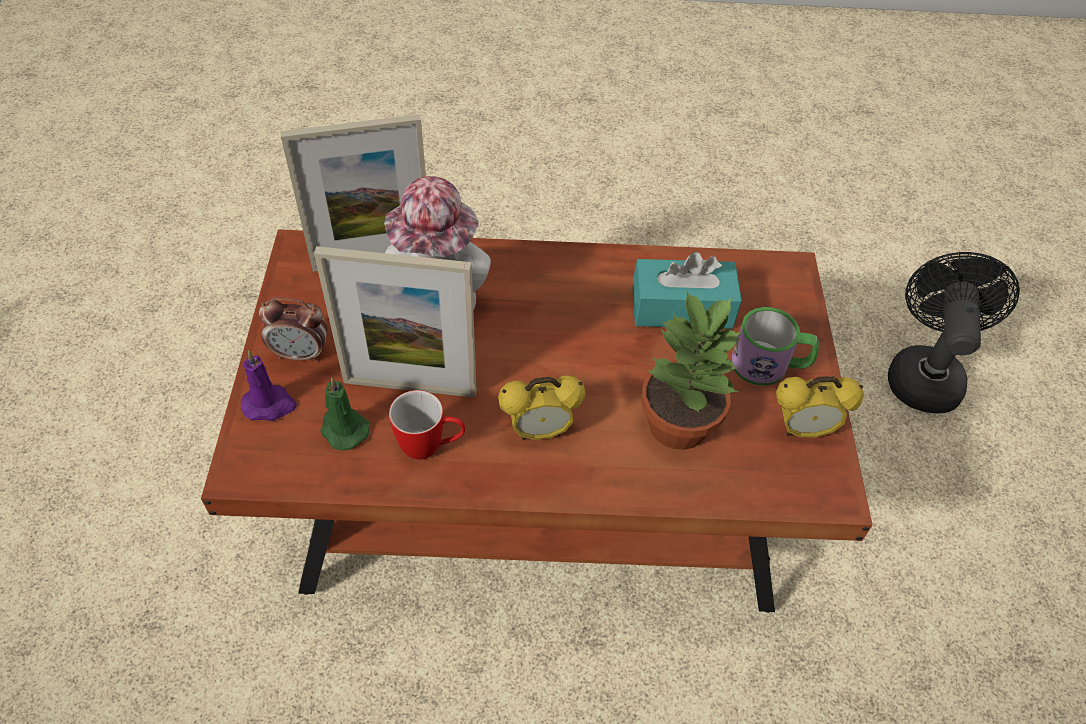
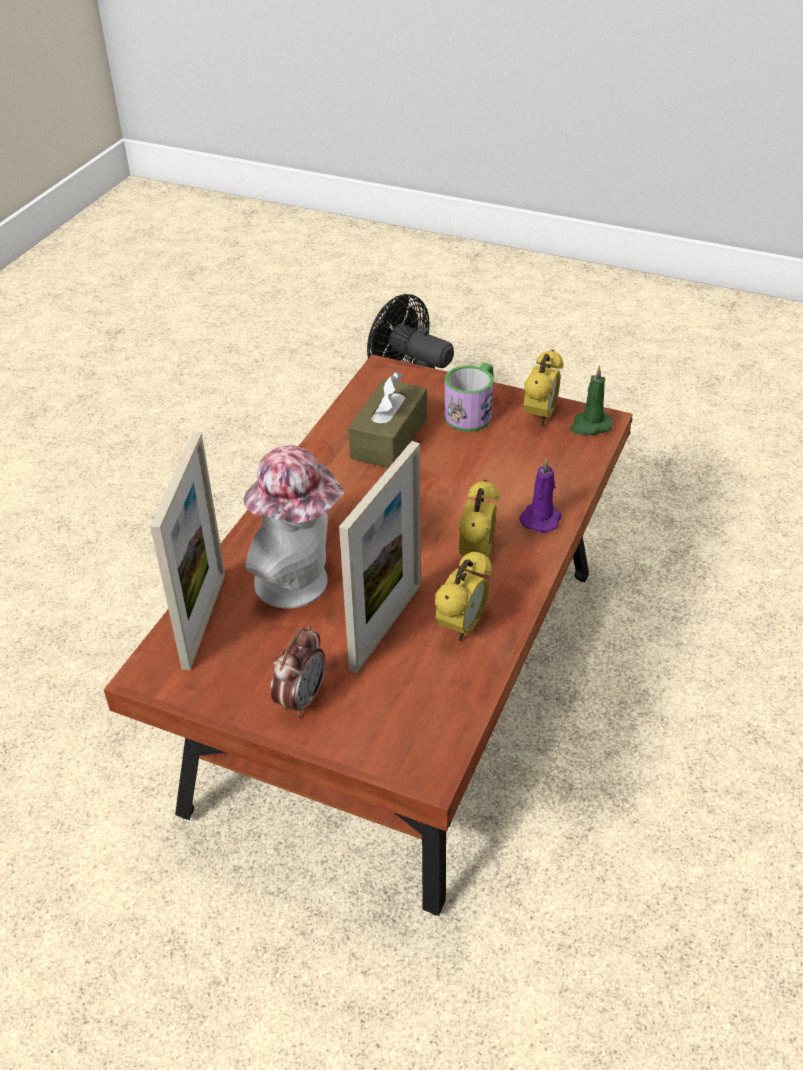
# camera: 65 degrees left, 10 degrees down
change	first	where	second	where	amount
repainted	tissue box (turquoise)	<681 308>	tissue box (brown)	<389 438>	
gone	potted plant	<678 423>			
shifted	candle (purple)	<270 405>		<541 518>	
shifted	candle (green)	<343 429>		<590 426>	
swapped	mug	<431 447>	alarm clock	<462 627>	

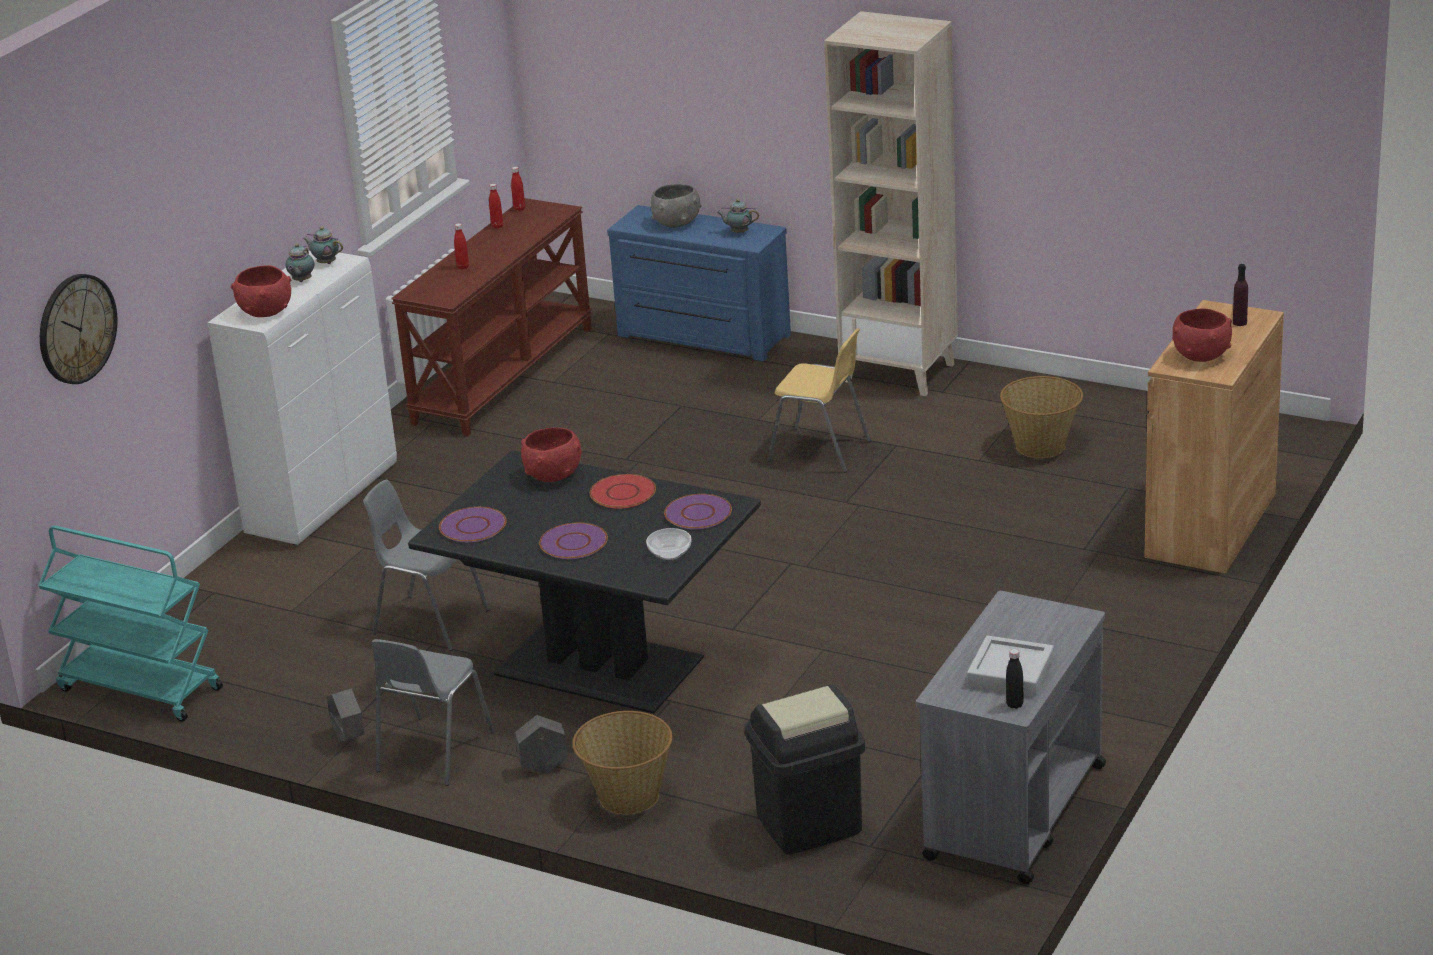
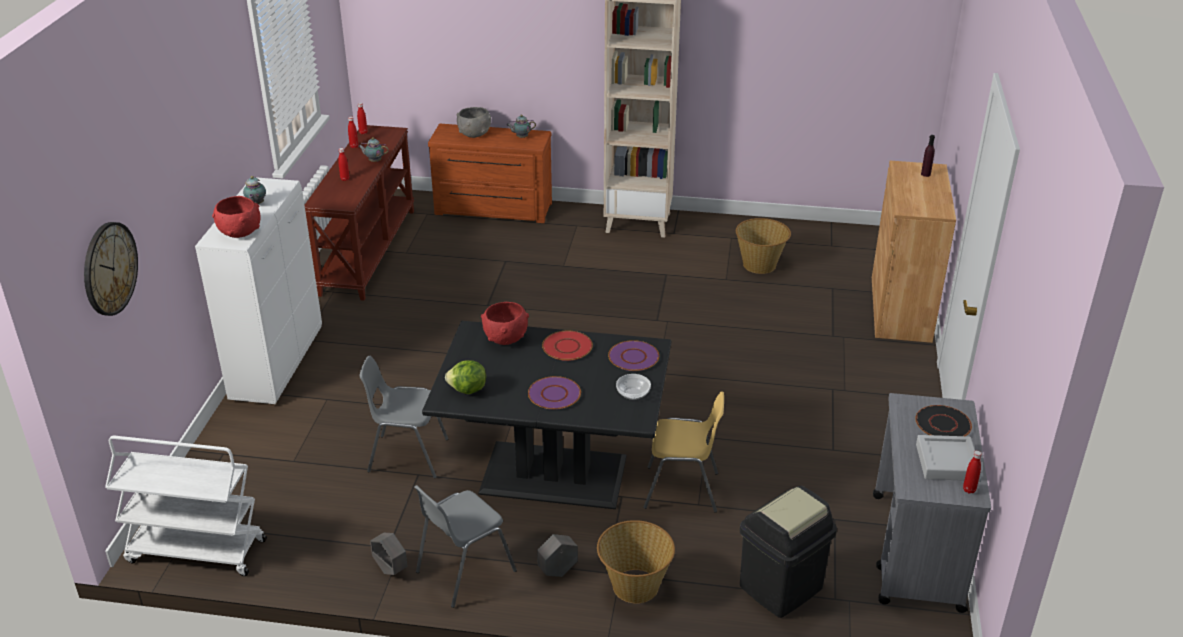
# camera: 20 degrees left, 5 degrees up
change	first	where	second	where	amount
repainted	dresser (blue)	<702 337>	dresser (brown)	<493 210>	
shifted	teapot	<325 263>		<374 161>	
gone	bowl (red)	<1201 356>			
shifted	chair (yellow)	<820 451>		<682 490>	
swapped	plate (purple)	<473 526>	lettuce	<467 390>	
repainted	cart (turquoise)	<139 689>	cart (white)	<195 551>	
rotated	chair (grey)	<433 752>		<464 571>	45 degrees clockwise
repainted	bottle (black)	<1014 704>	bottle (red)	<969 490>	
new			plate (black)	<942 424>	

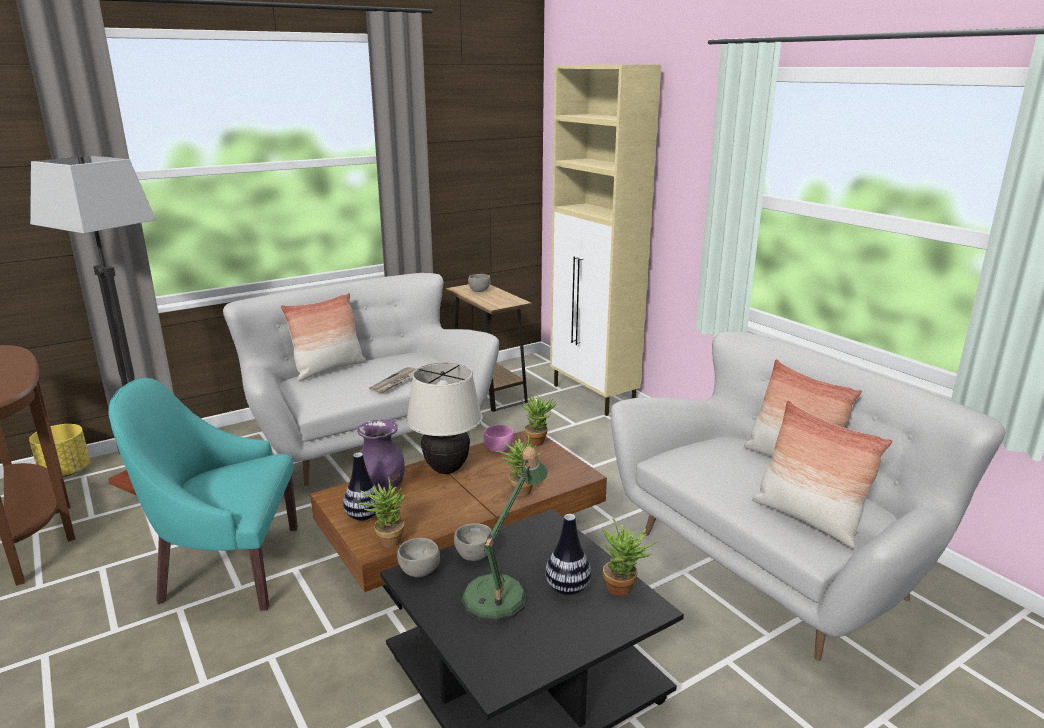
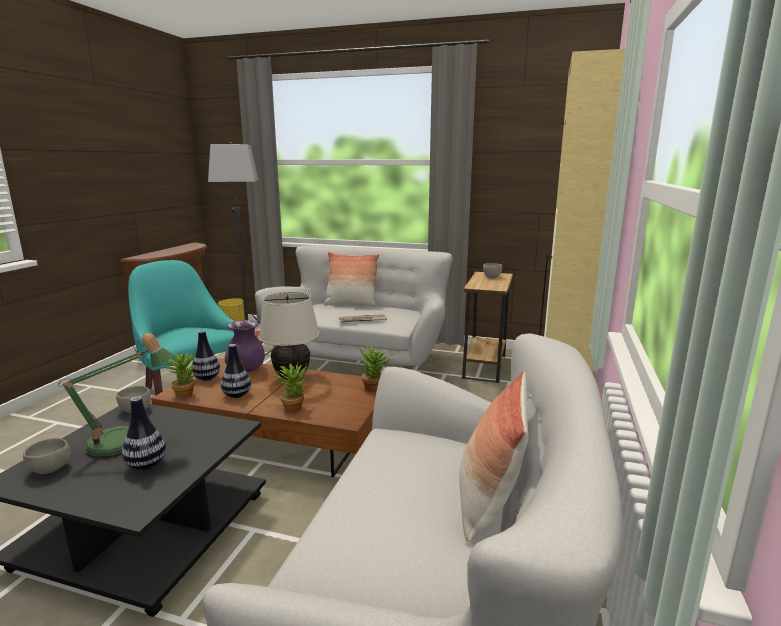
# camera: 50 degrees right, 5 degrees down
change	first	where	second	where	amount
gone	pillow	<807 519>			
gone	bowl (pink)	<498 448>			
gone	potted plant	<624 589>			
shifted	bowl (grey)	<475 555>		<51 469>	
new			vase	<237 395>	

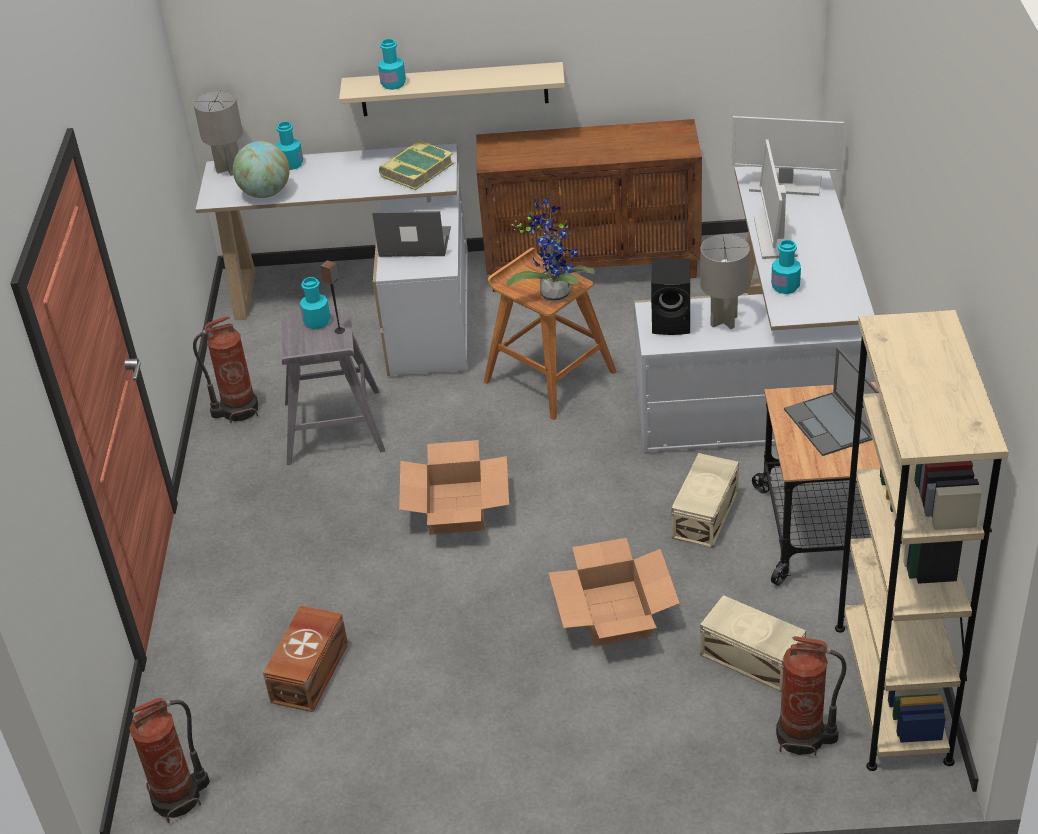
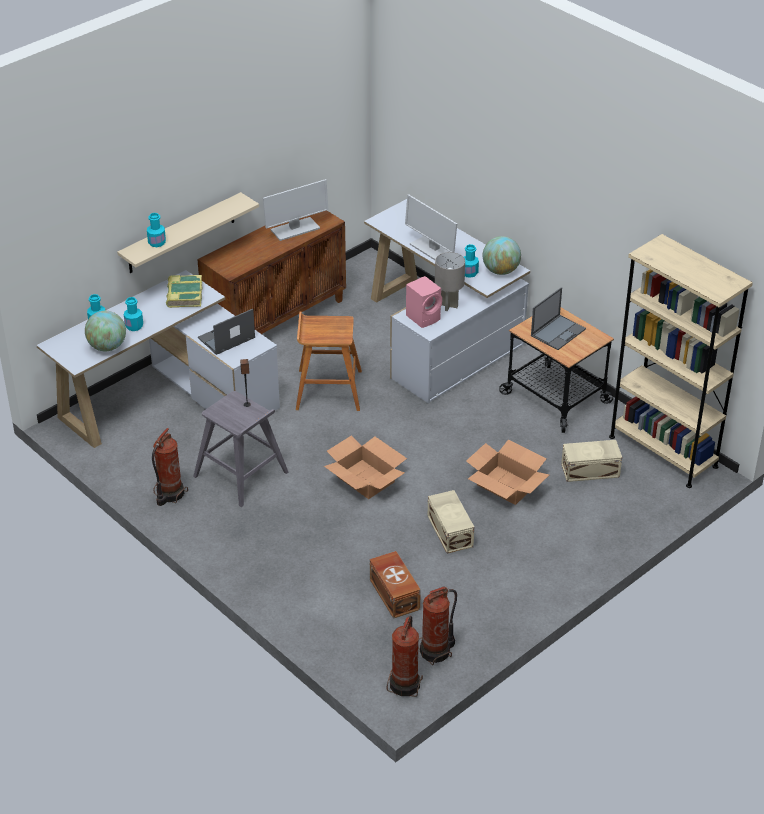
# camera: 45 degrees left, 0 degrees up
change	first	where	second	where	amount
gone	table lamp (grey)	<229 169>			
shifted	monitor	<784 184>		<295 229>	
gone	potted plant	<553 292>			
repainted	speaker (black)	<673 321>	speaker (pink)	<424 317>	
shifted	bottle (turquoise)	<317 322>		<134 326>	
rotated	laptop	<830 424>		<558 332>	75 degrees counterclockwise
shifted	storage box (beige)	<707 514>		<450 530>	
shifted	fire extinguisher	<803 737>		<436 651>	
new			globe	<500 271>	

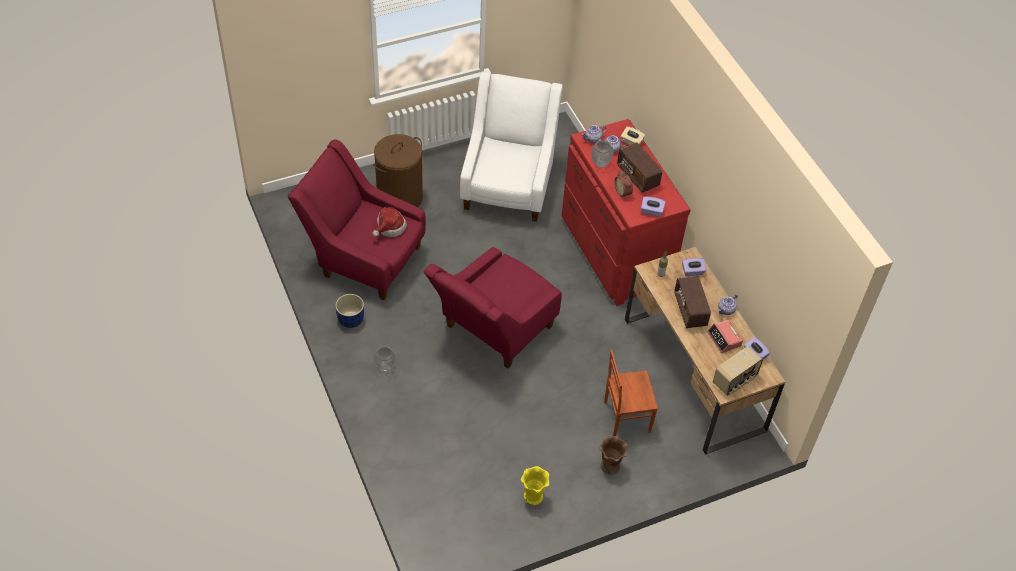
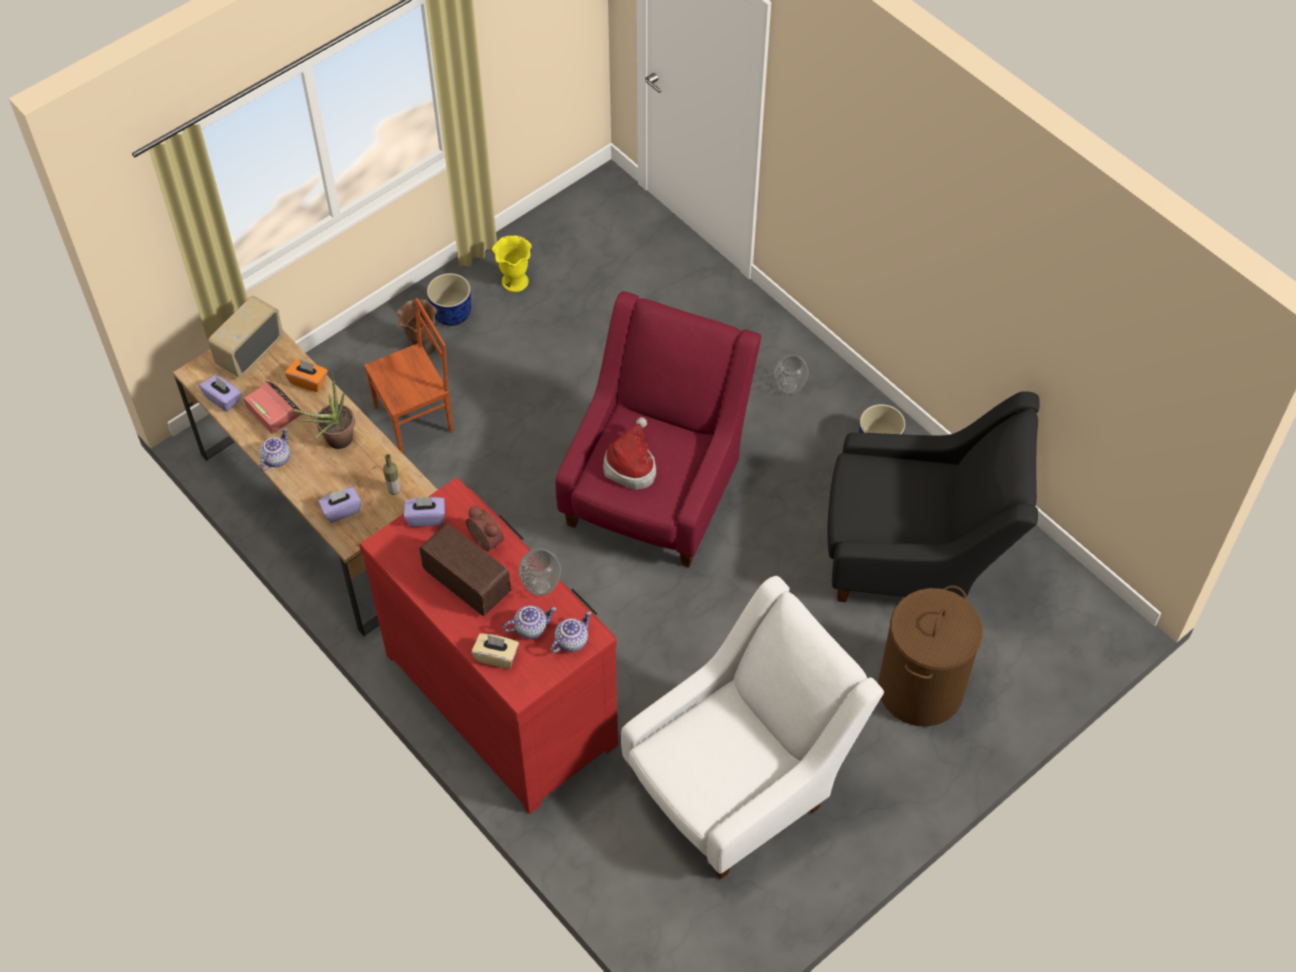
# camera: 165 degrees right, 5 degrees up
change	first	where	second	where	amount
rotated	armchair (white)	<508 186>		<740 780>	120 degrees counterclockwise
repainted	armchair (red)	<364 258>	armchair (black)	<916 553>	
shifted	hat	<389 228>		<631 465>	
swapped	radio	<690 310>	potted plant	<335 442>	
new			planter (blue)	<452 313>	
new			tissue box (orange)	<309 381>	

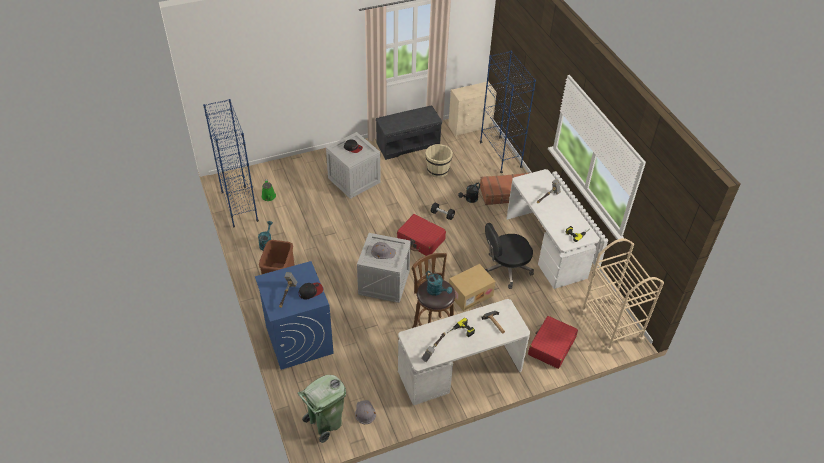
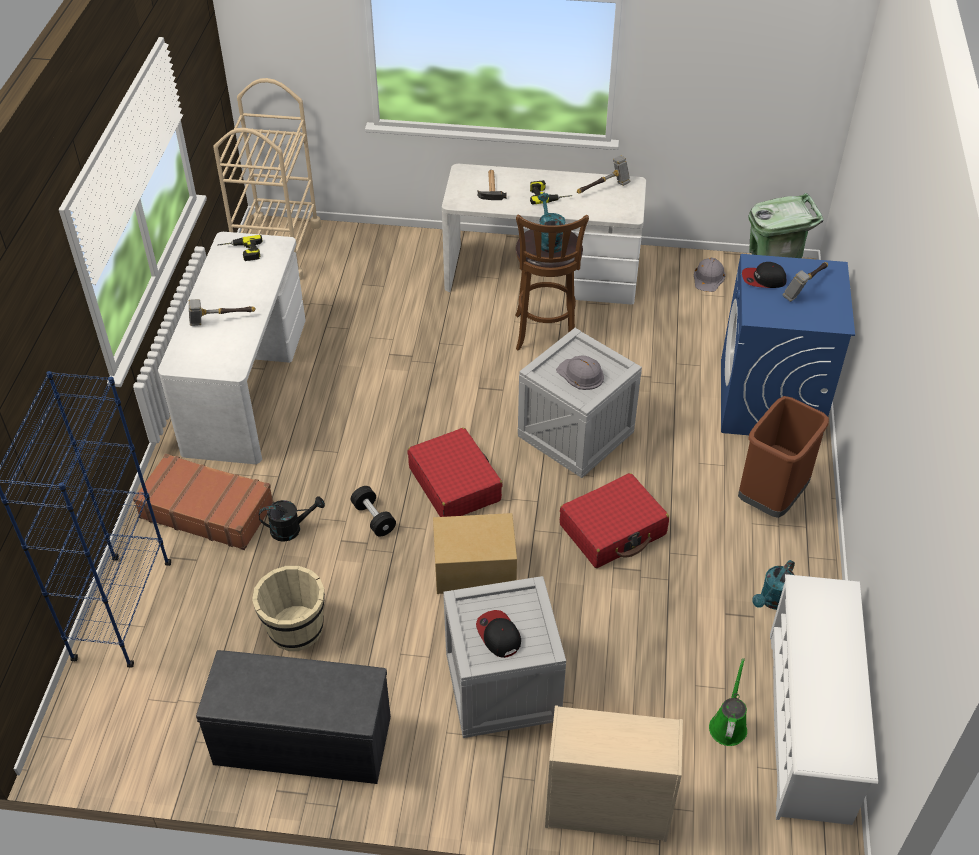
# camera: 150 degrees left, 0 degrees up
change	first	where	second	where	amount
shifted	dresser (beige)	<470 126>		<605 807>	
swapped	bookcase (blue)	<239 207>	shoe rack (white)	<809 725>	
gone	office chair (black)	<505 269>			
shifted	cardboard box	<470 294>		<474 569>	
shifted	suitcase (red)	<551 346>		<613 530>	

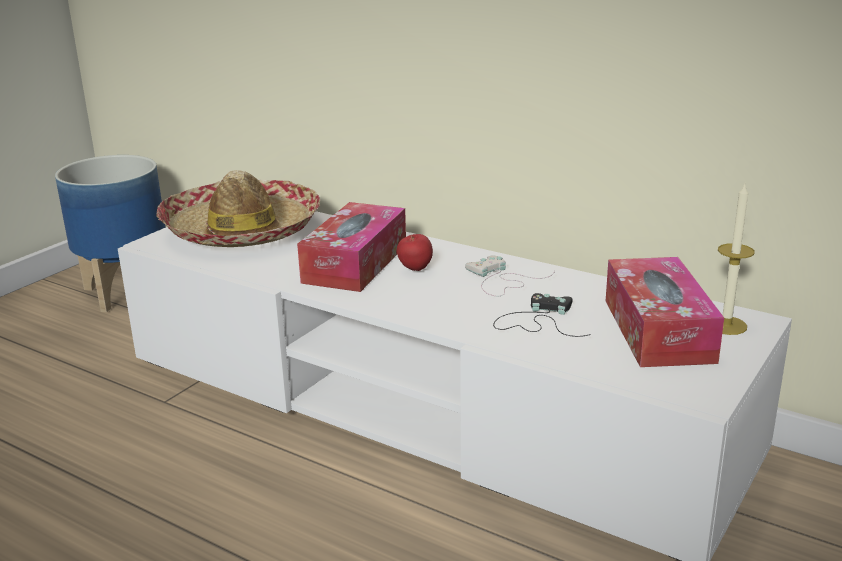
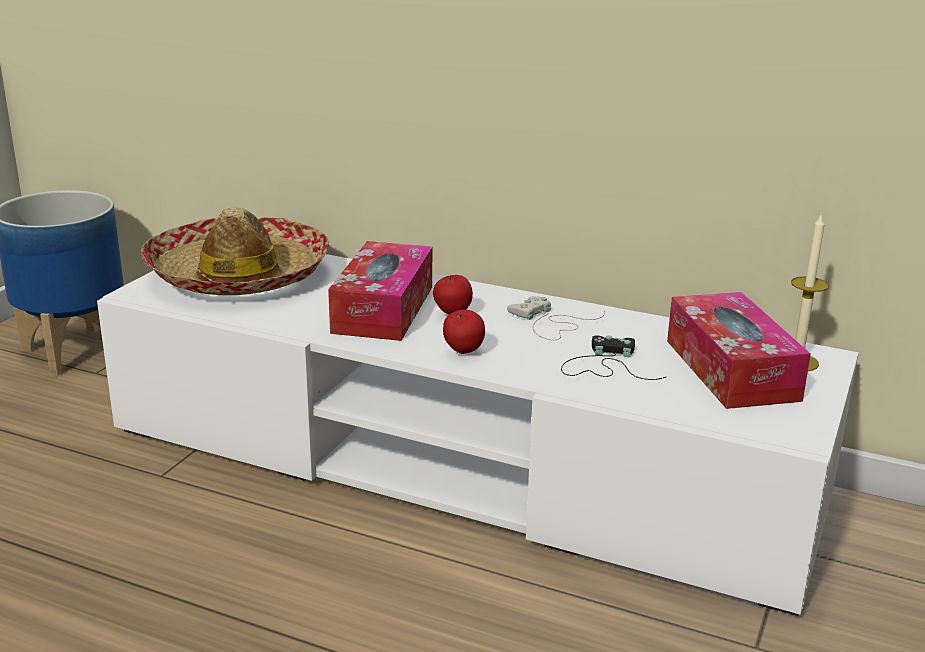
# camera: 10 degrees left, 0 degrees up
change	first	where	second	where	amount
new			apple	<463 352>	

